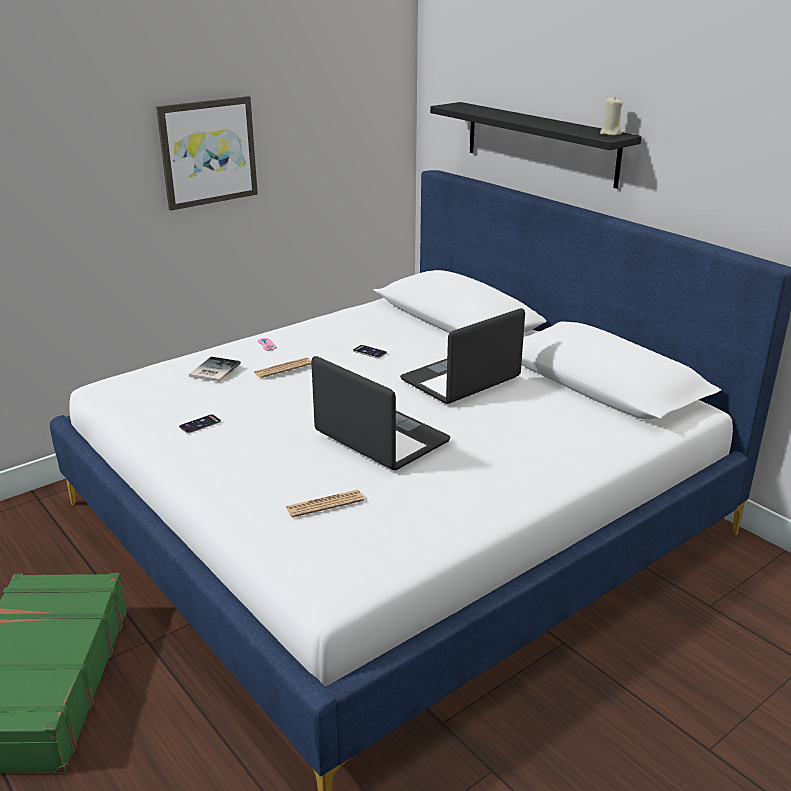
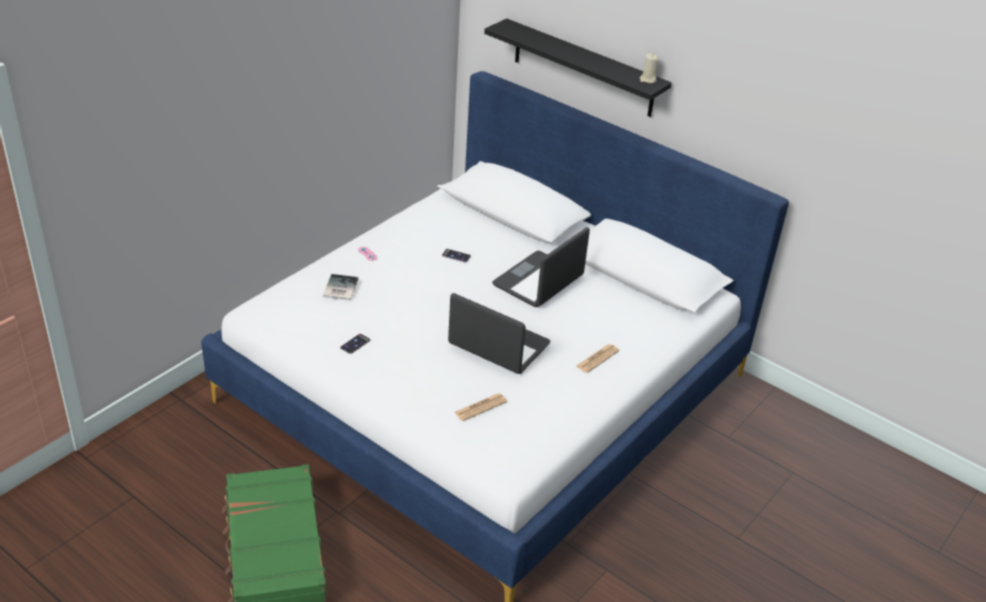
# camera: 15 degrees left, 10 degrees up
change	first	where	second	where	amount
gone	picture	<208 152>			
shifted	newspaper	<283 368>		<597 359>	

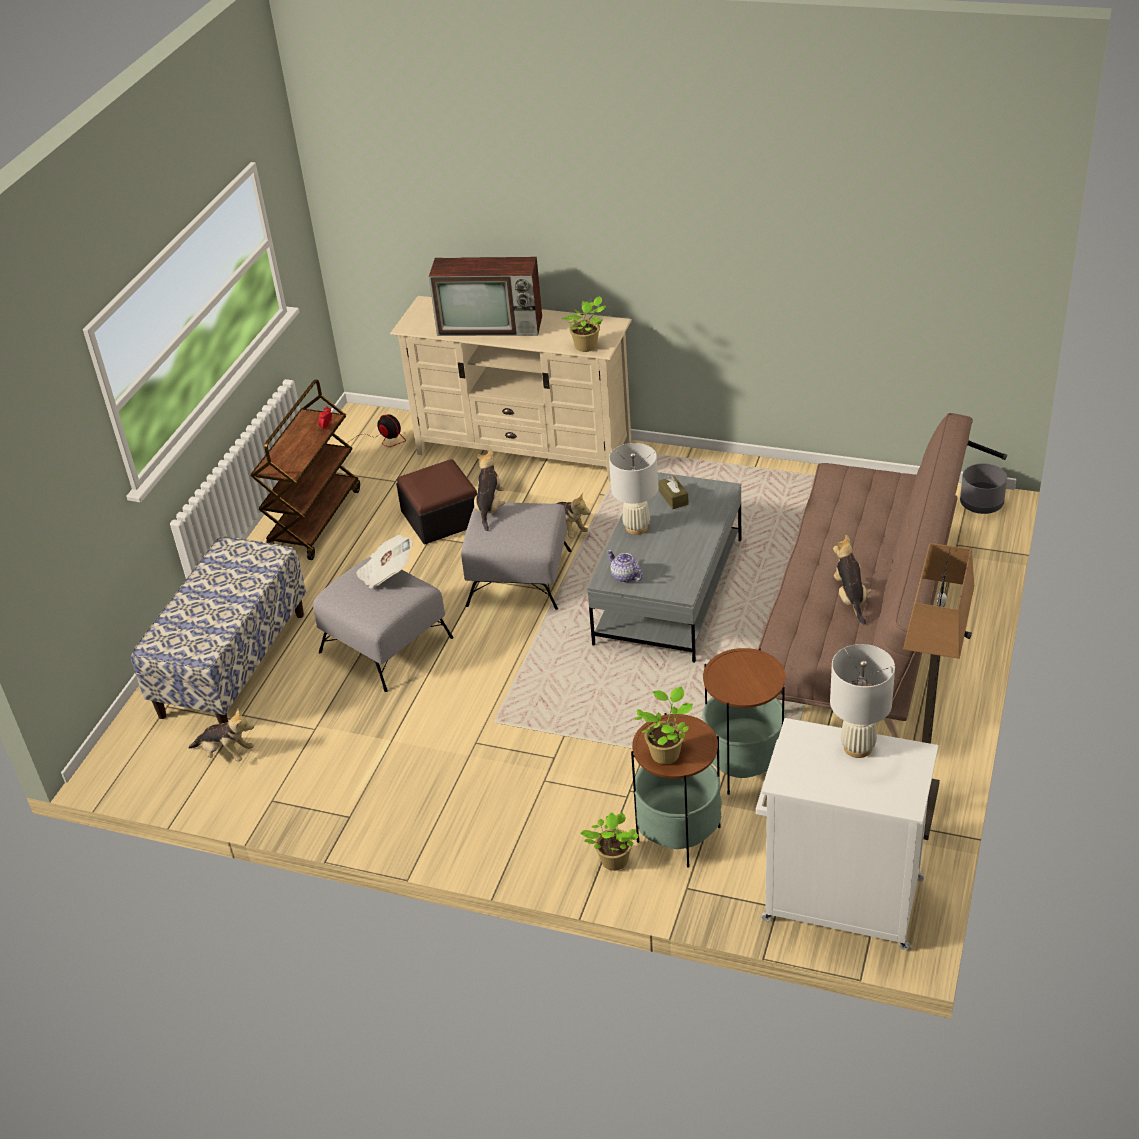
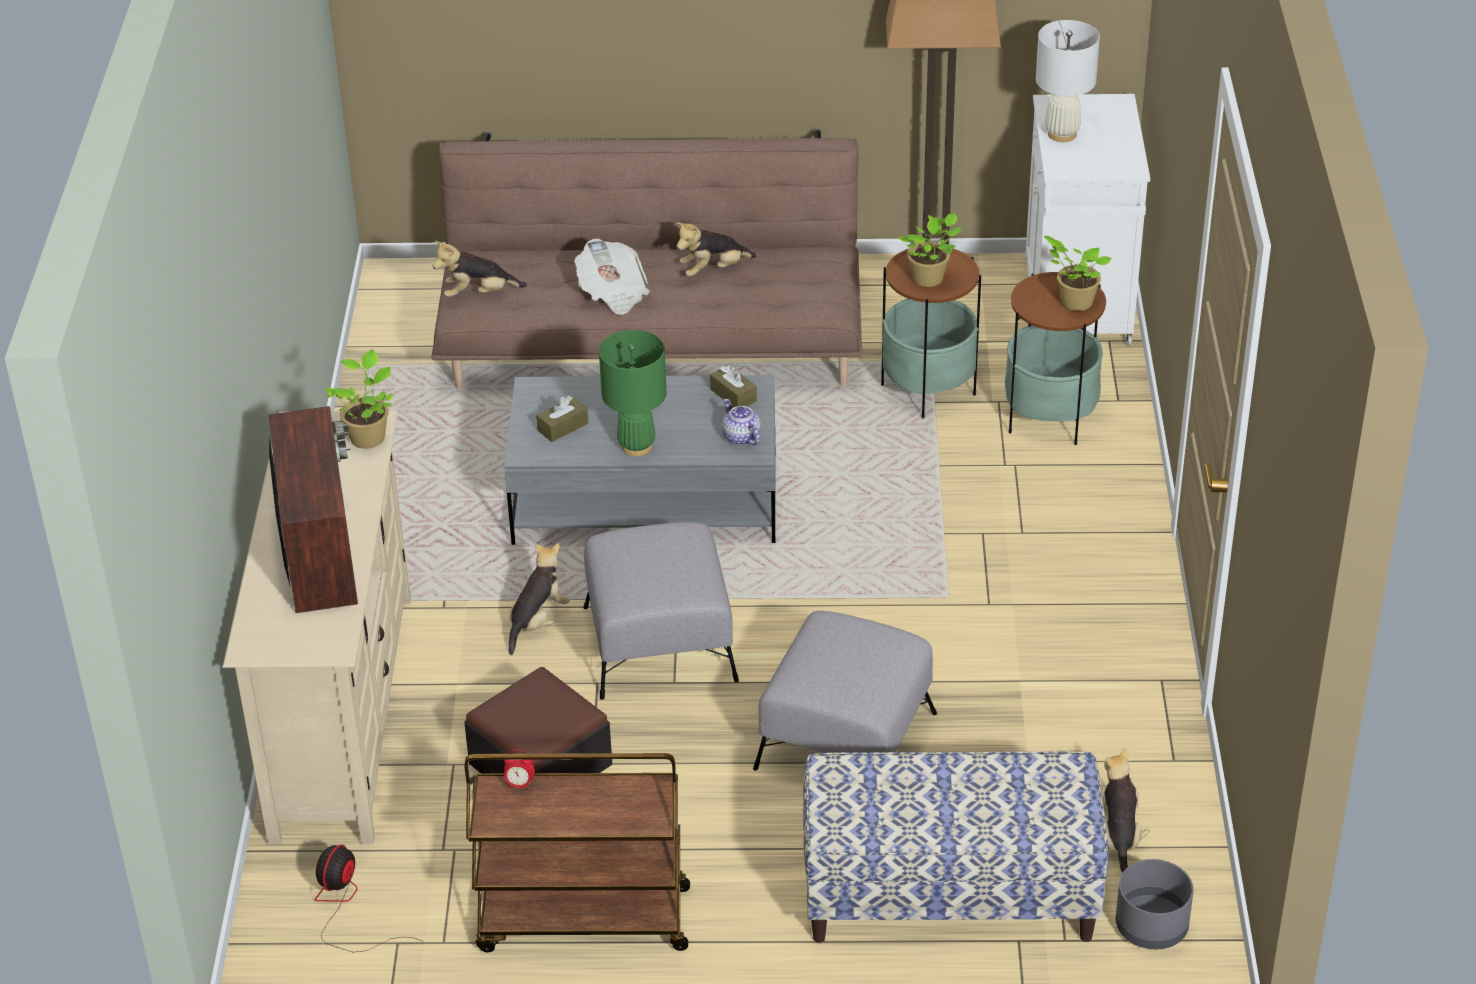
# camera: 110 degrees left, 0 degrees up
change	first	where	second	where	amount
repainted	table lamp (white)	<637 527>	table lamp (green)	<636 446>	
shifted	plush toy	<490 508>		<478 294>	
shifted	planter (grey)	<981 504>		<1152 926>	
shifted	newspaper	<386 573>		<613 293>	
rotated	teapot	<624 576>		<740 437>	120 degrees clockwise
shifted	potted plant	<613 862>		<930 279>	
new			tissue box (brown)	<733 395>	

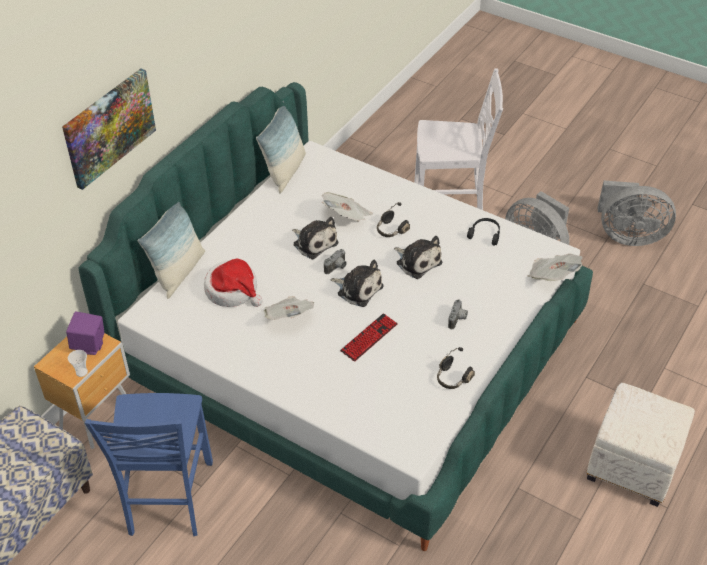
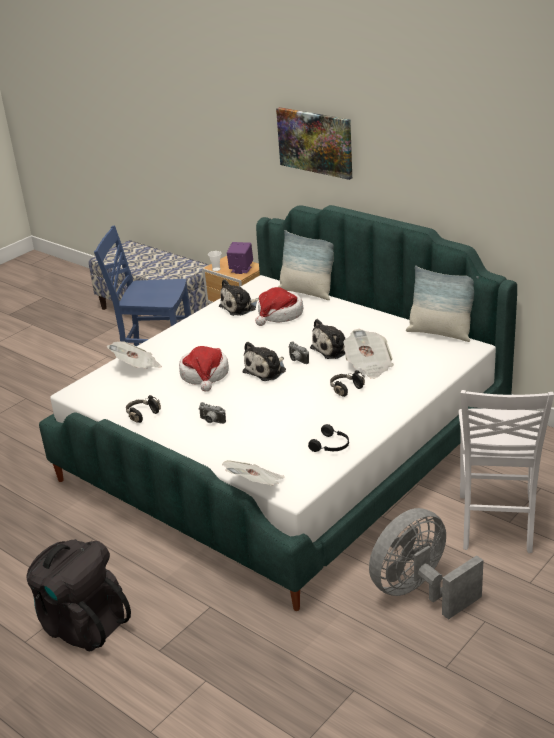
# camera: 100 degrees right, 15 degrees down
change	first	where	second	where	amount
gone	fan (grey)	<628 236>			
shifted	plush toy	<417 262>		<240 307>	
shifted	newspaper	<289 317>		<137 367>	
swapped	keyboard	<369 338>	hat	<205 375>	
swapped	ottoman (white)	<633 467>	backpack (black)	<82 624>	

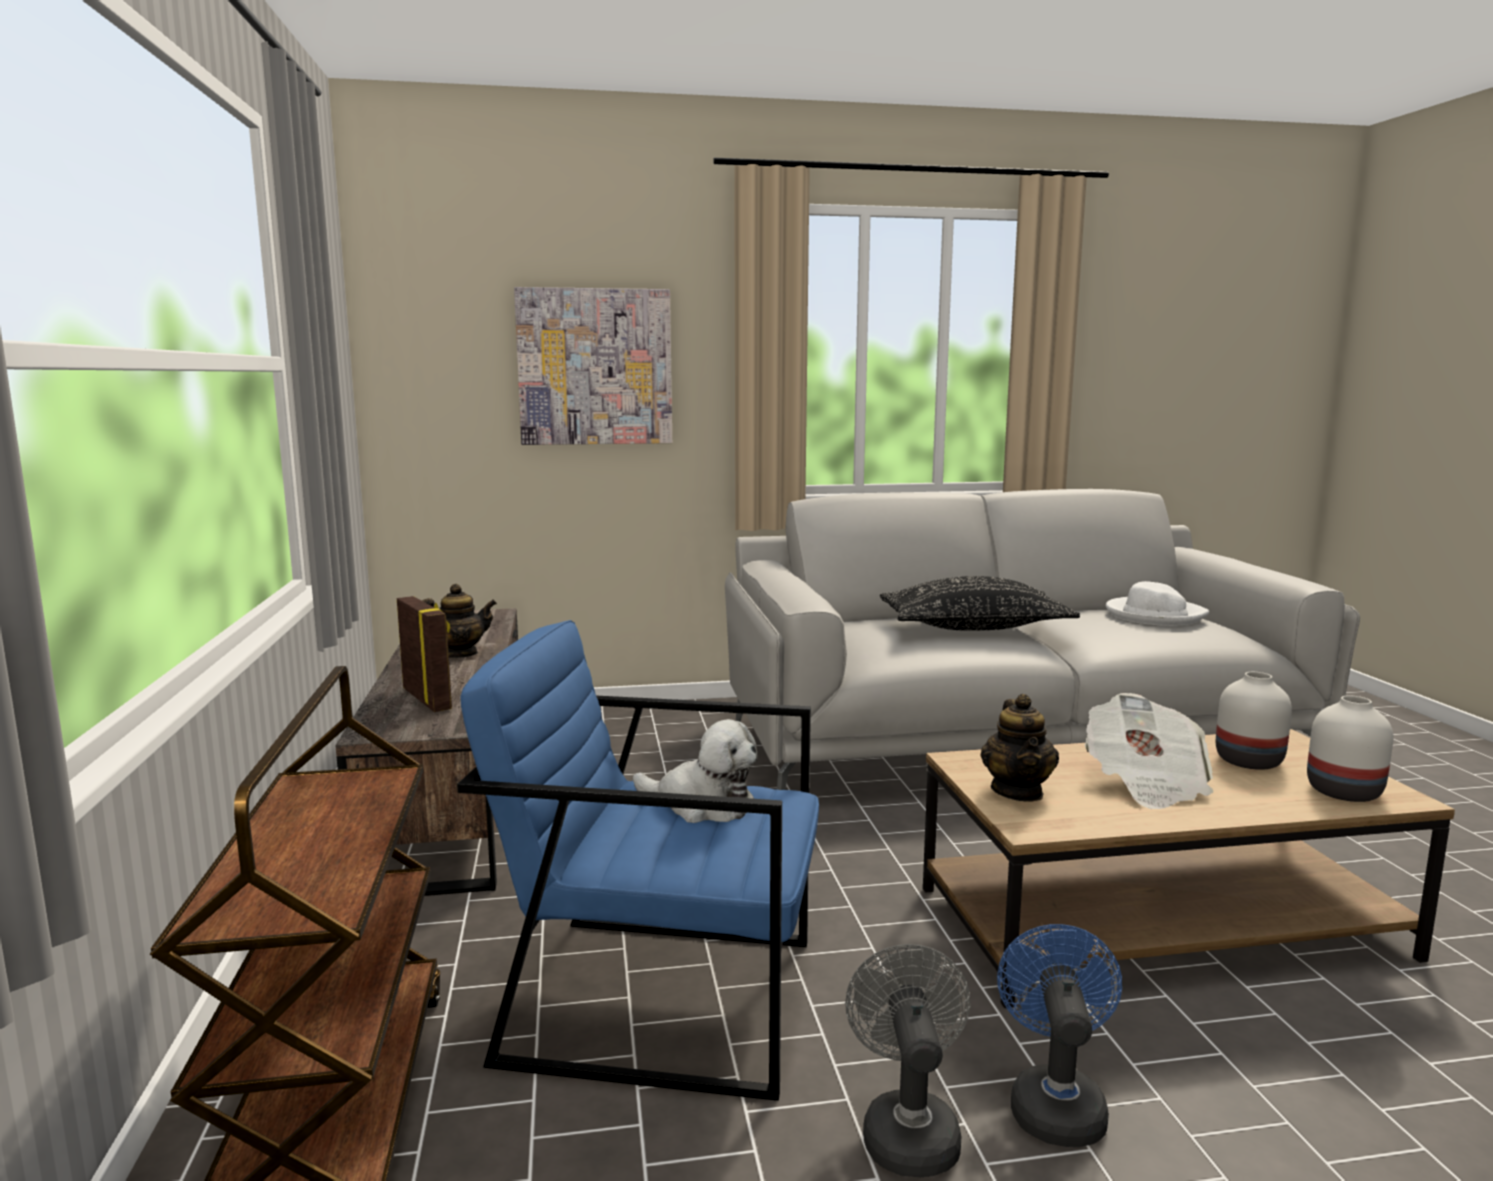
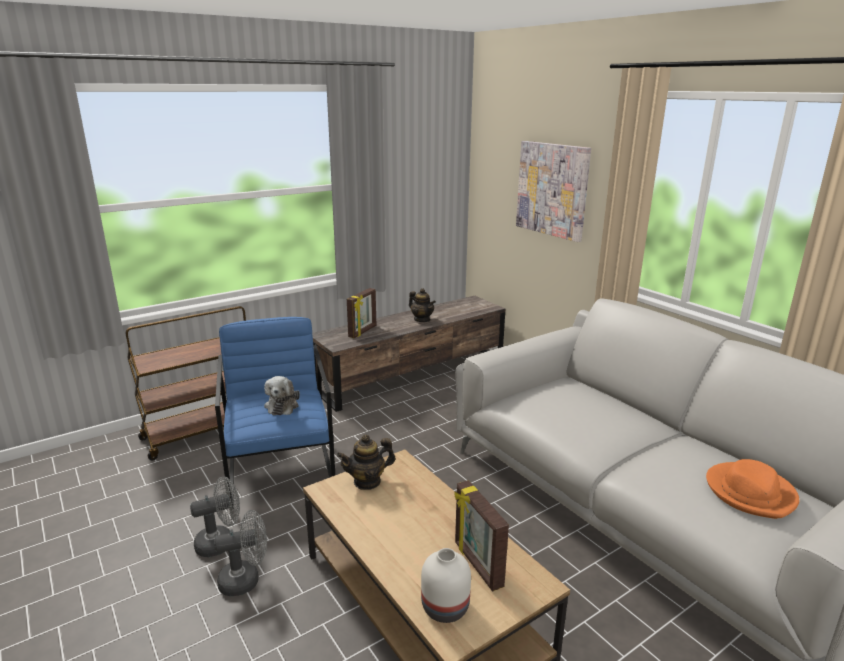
# camera: 65 degrees right, 10 degrees up
change	first	where	second	where	amount
gone	pillow (black)	<974 628>			
repainted	hat (white)	<1154 615>	hat (orange)	<750 492>	
swapped	vase (white)	<1249 760>	picture frame	<477 565>	
gone	newspaper	<1145 783>			
repainted	fan (blue)	<1054 1103>	fan (grey)	<246 580>	

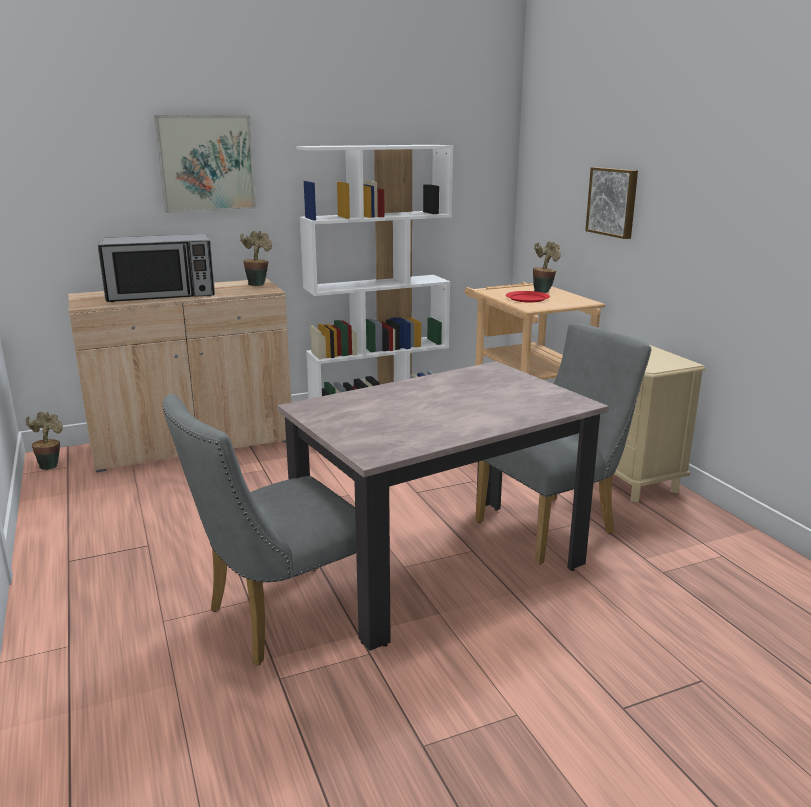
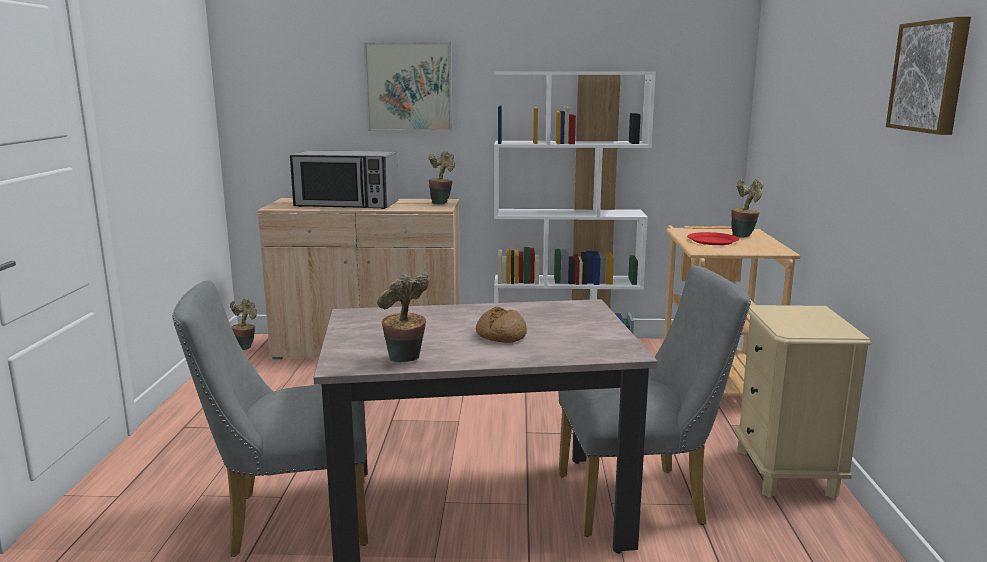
# camera: 25 degrees right, 5 degrees down
change	first	where	second	where	amount
shifted	picture	<613 202>		<931 76>	
new			potted plant	<406 360>	
new			bread	<500 335>	

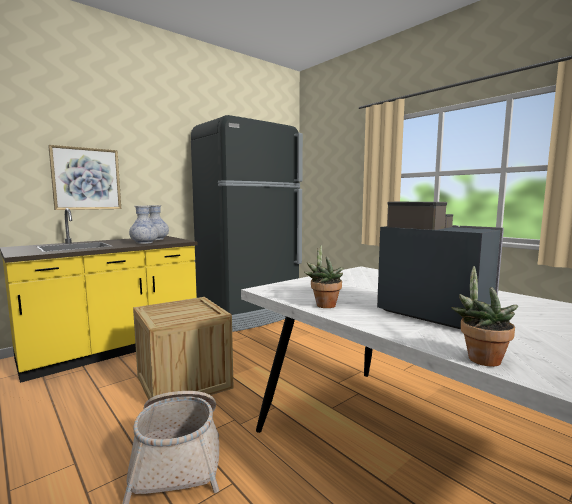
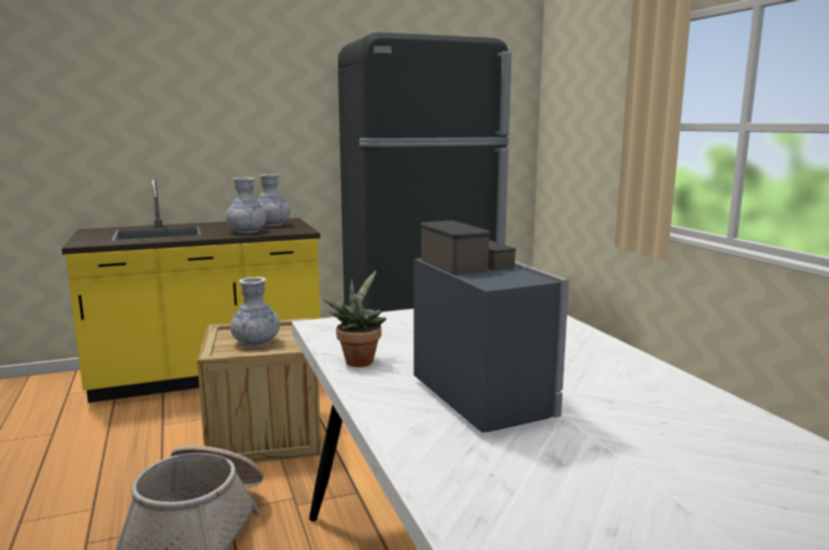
# camera: 20 degrees right, 5 degrees up
change	first	where	second	where	amount
gone	picture	<86 179>			
gone	potted plant	<480 358>			
new			vase	<256 343>	

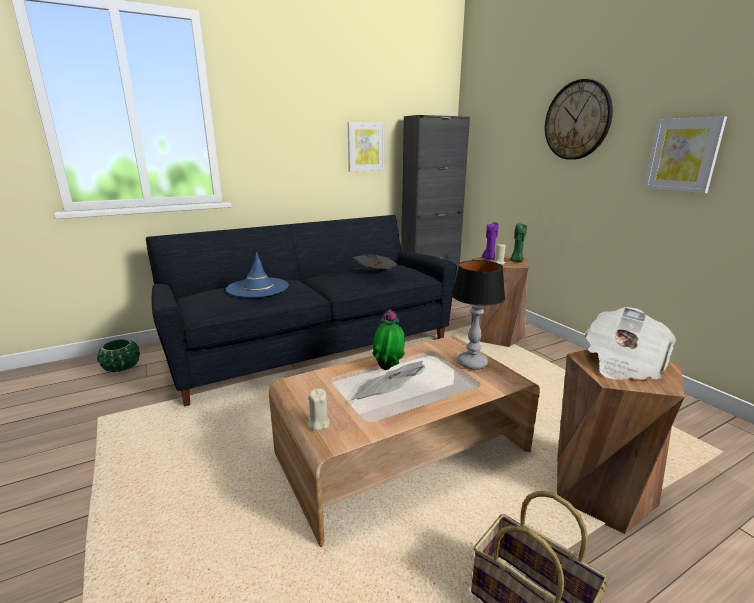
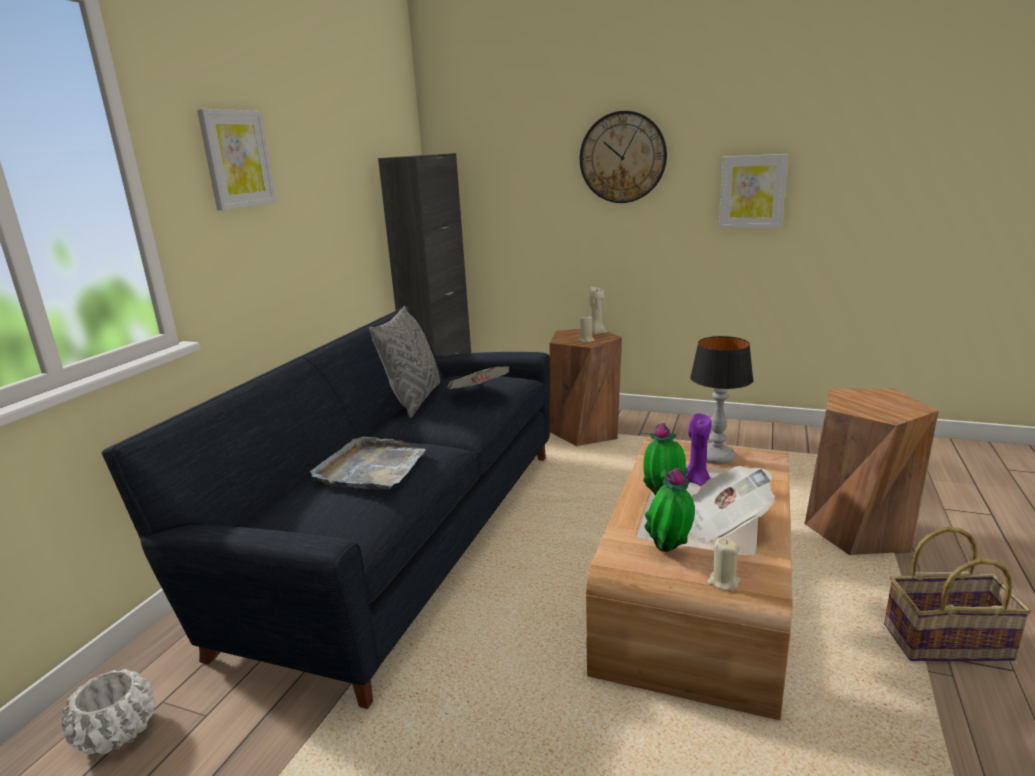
# camera: 40 degrees left, 0 degrees up
change	first	where	second	where	amount
shifted	picture	<365 147>		<236 159>	
shifted	candle (purple)	<489 259>		<696 480>	
repainted	candle (green)	<516 261>	candle (beige)	<596 333>	
swapped	hat (blue)	<257 288>	tray (grey)	<371 468>	
gone	newspaper	<622 363>			
repainted	planter (green)	<122 367>	planter (white)	<117 732>	
new			pillow (grey)	<414 400>	
new			potted plant	<669 551>	

